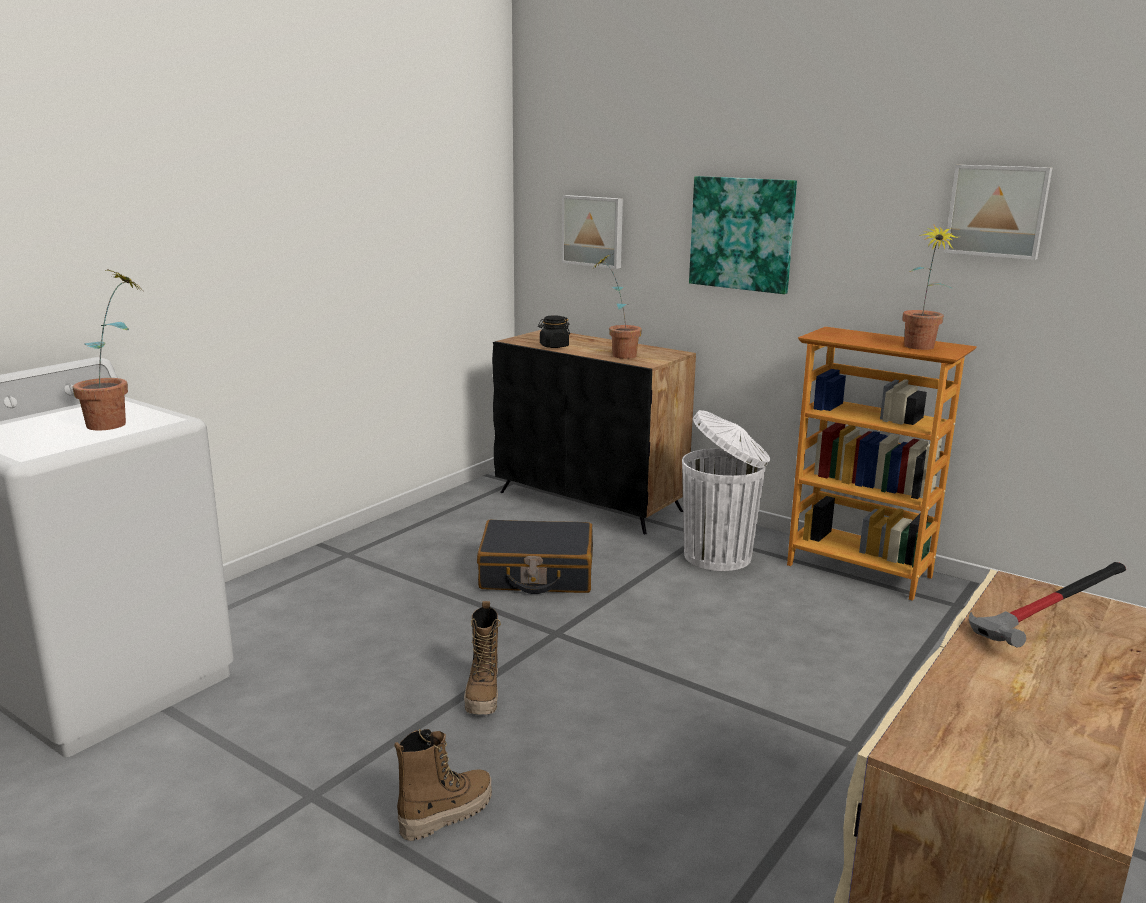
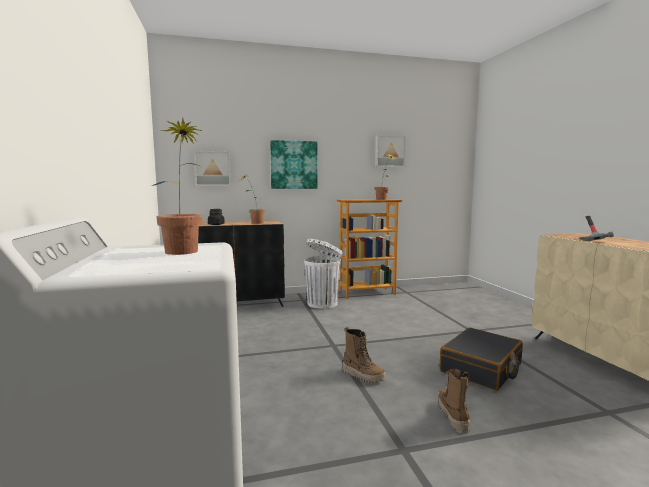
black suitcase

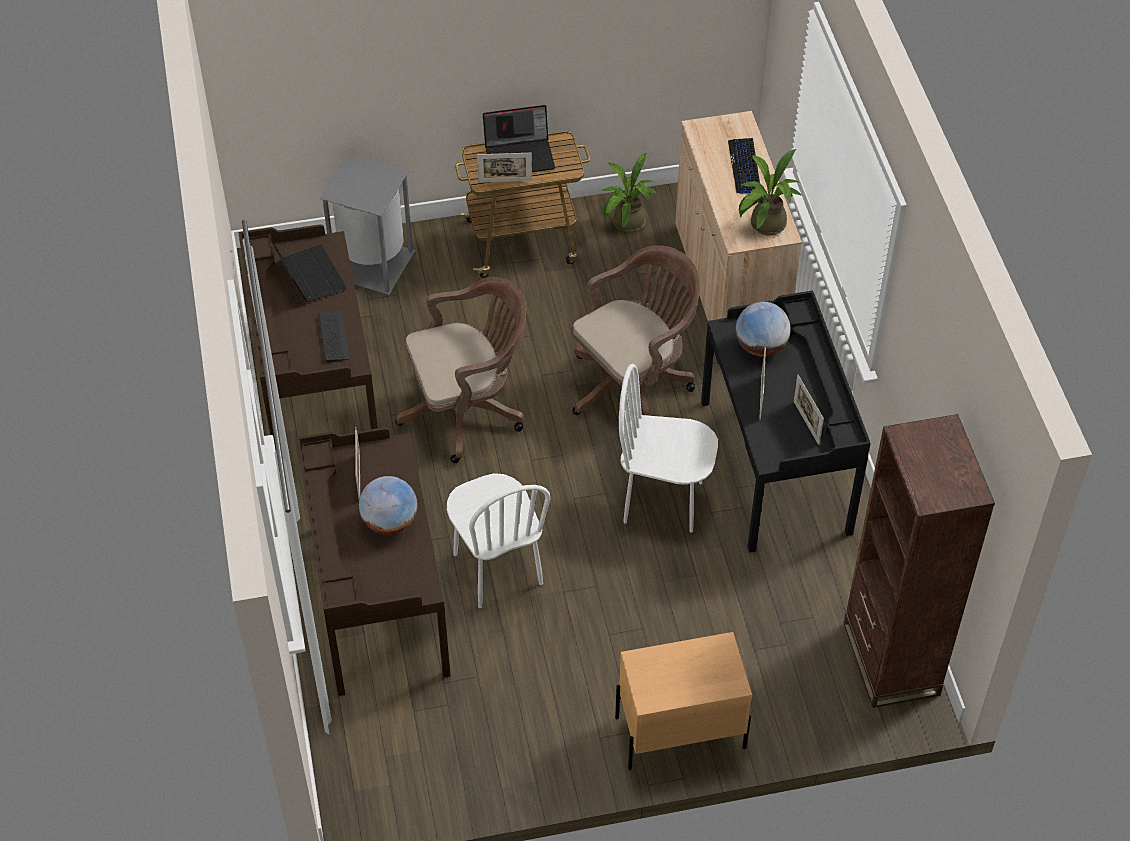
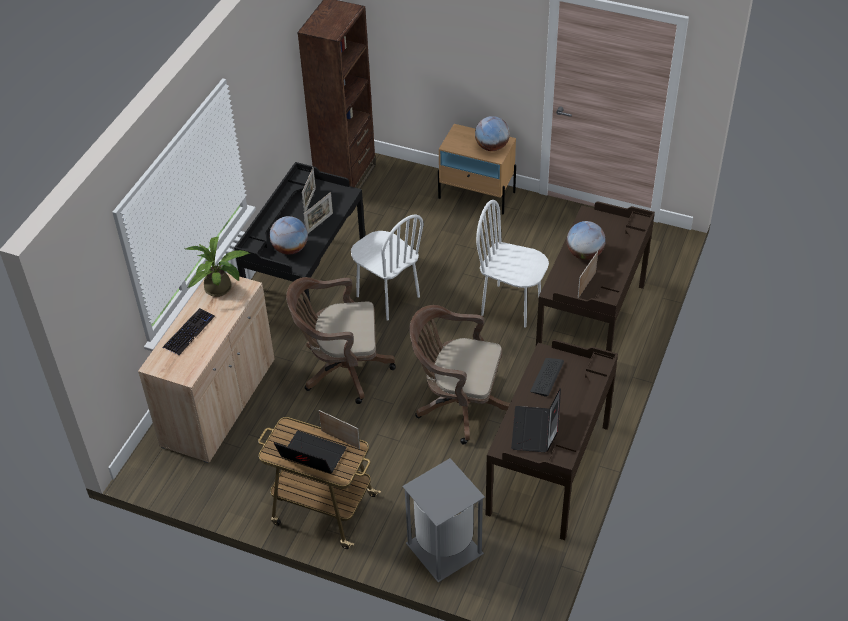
potted plant (1st from left in the first image); globe (2nd from left); white chair (2nd from left)

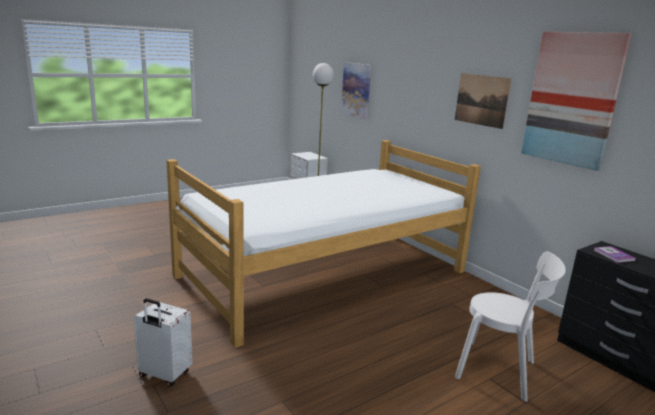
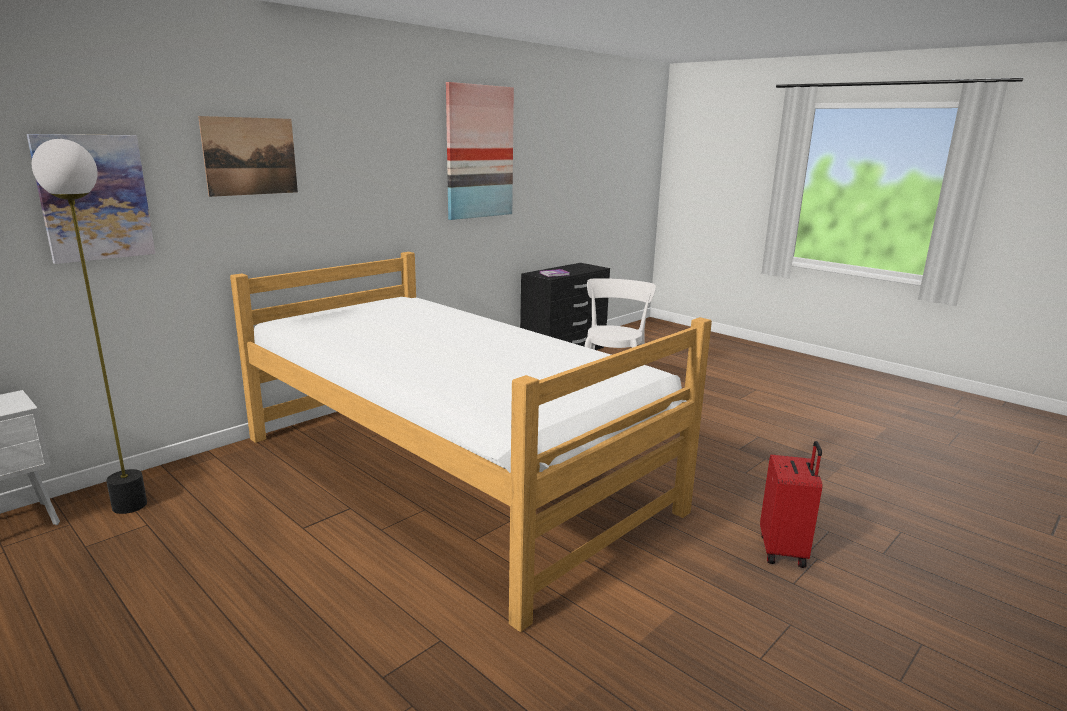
picture (2nd from left); red suitcase

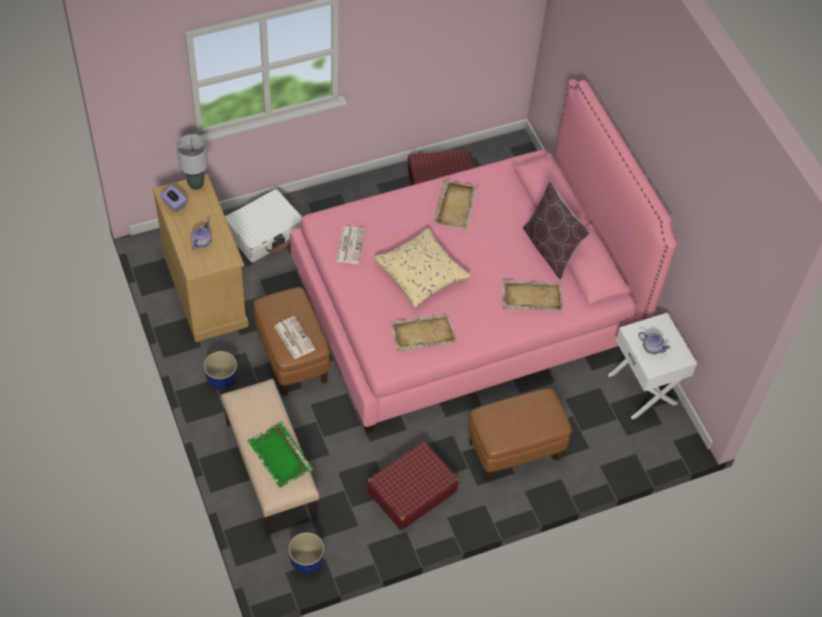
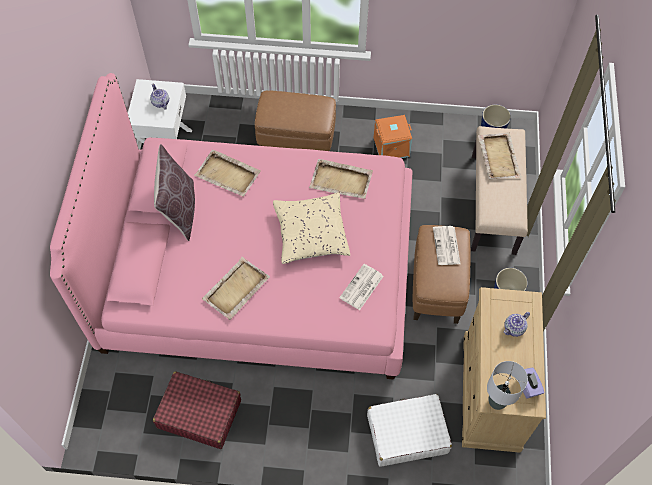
orange storage box; beige tray (4th from left)

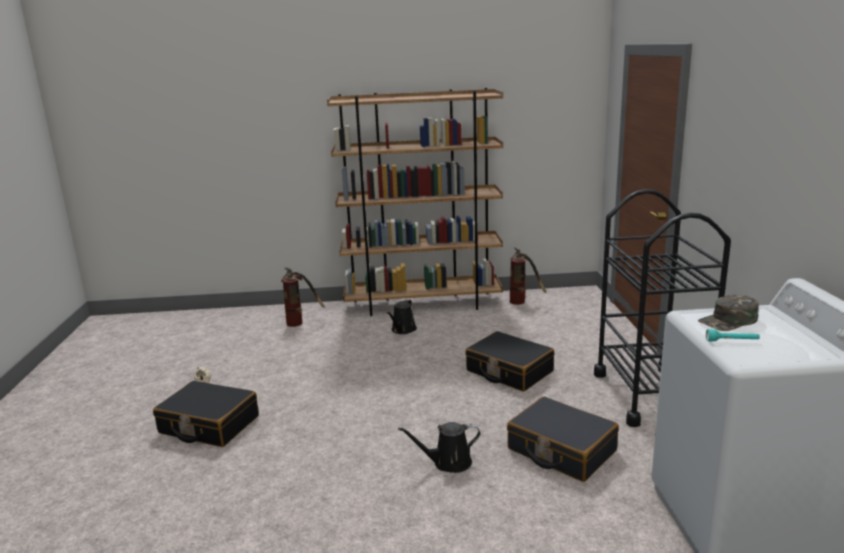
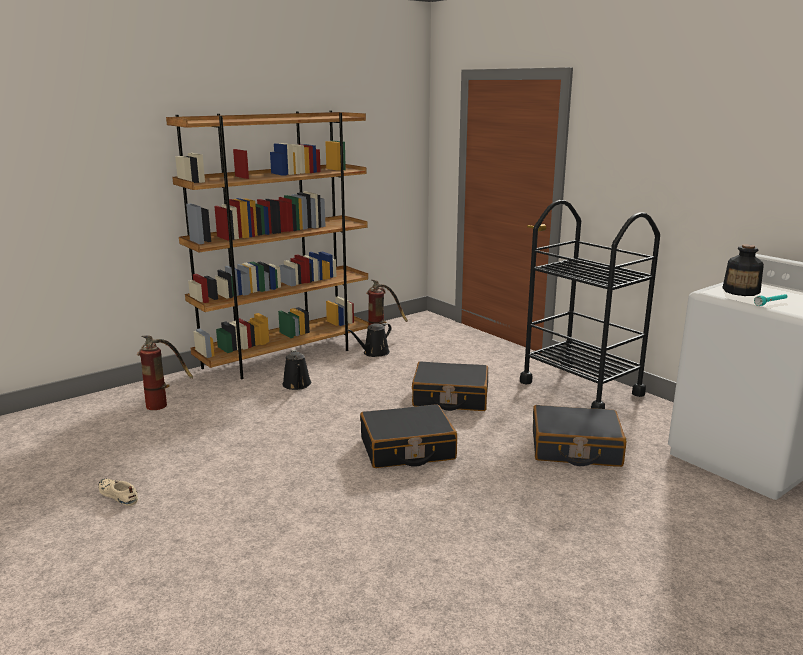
black suitcase (1st from left); black watering can (2nd from left); bottle

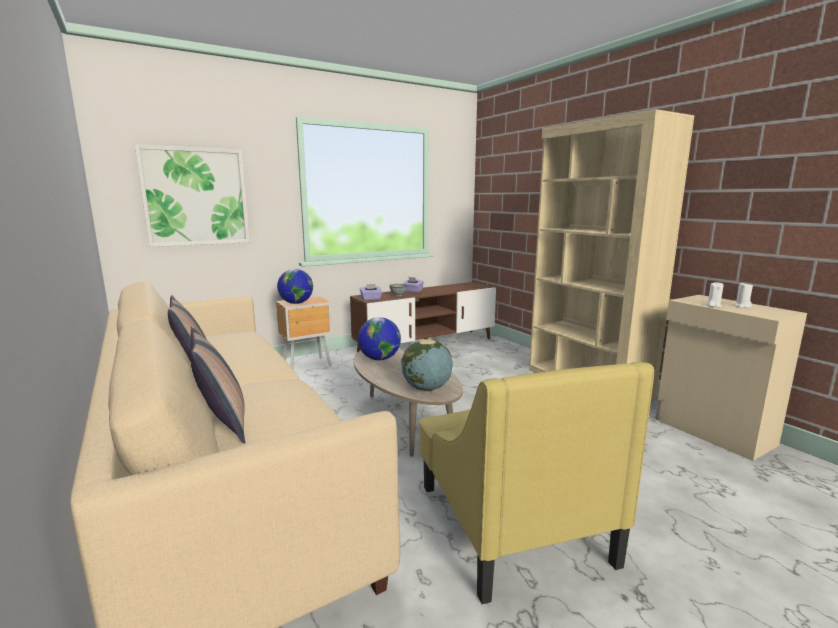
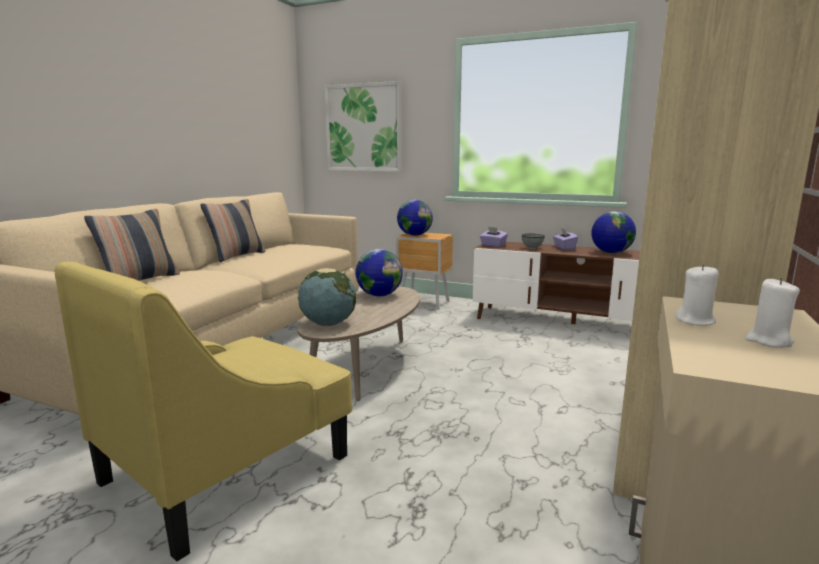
globe (4th from left)

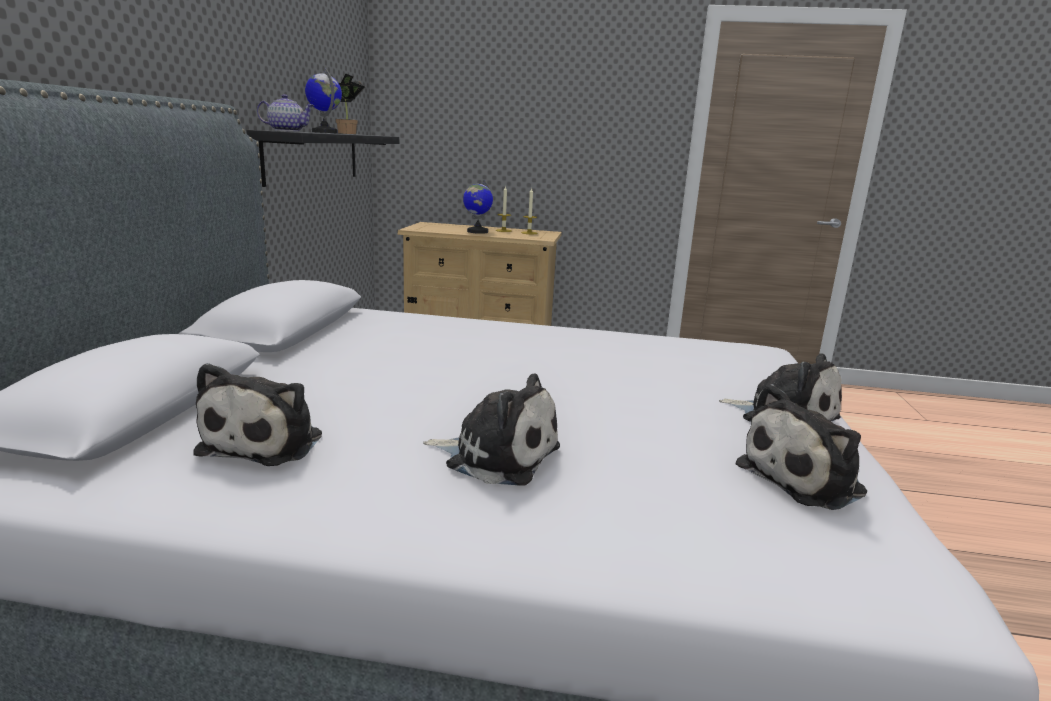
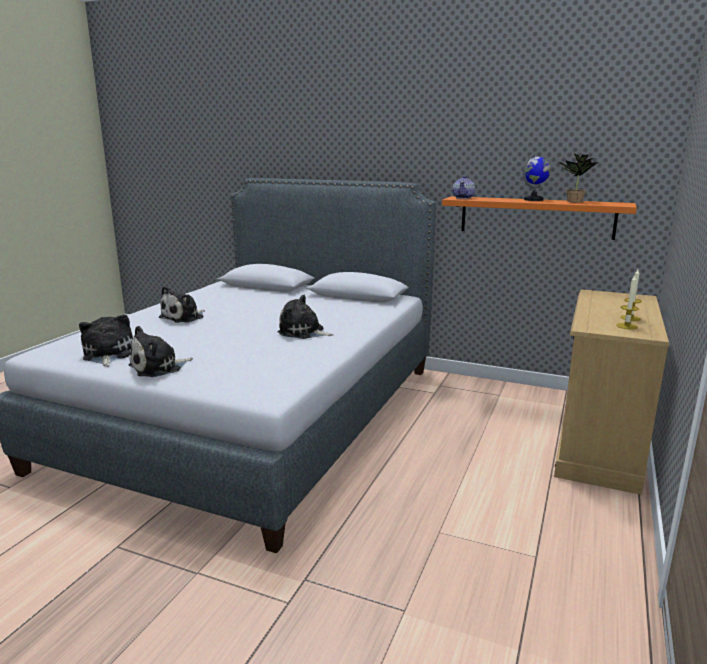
globe (2nd from left in the first image); plush toy (4th from left); orange shelf

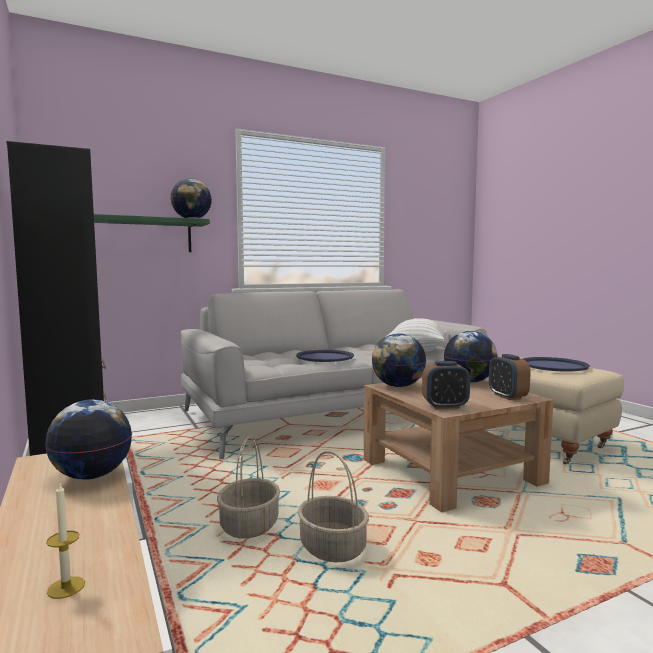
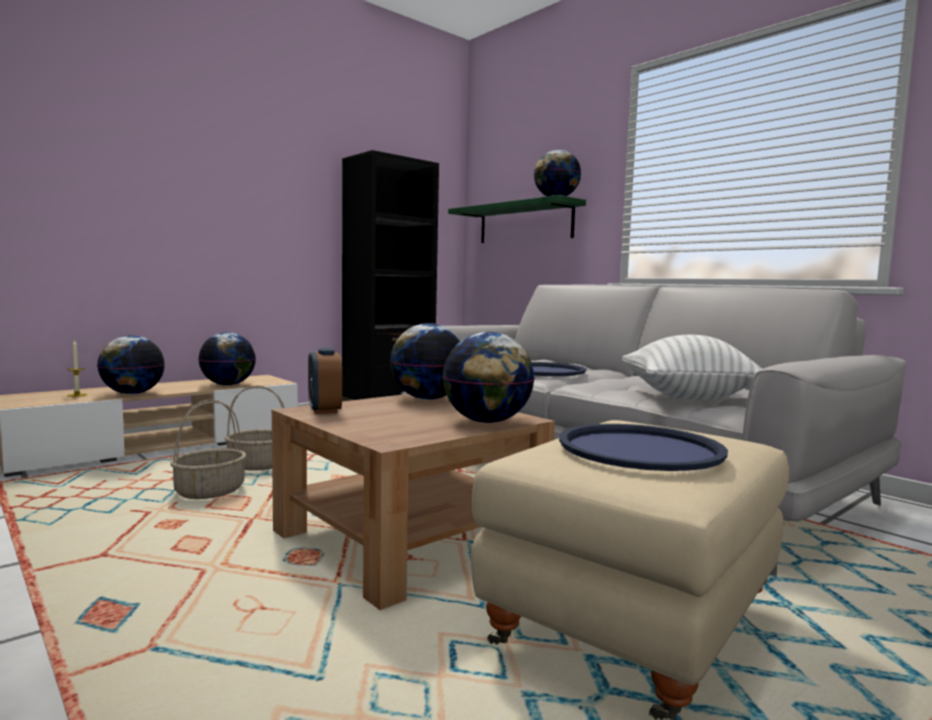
alarm clock (2nd from left in the first image); globe (1st from left)

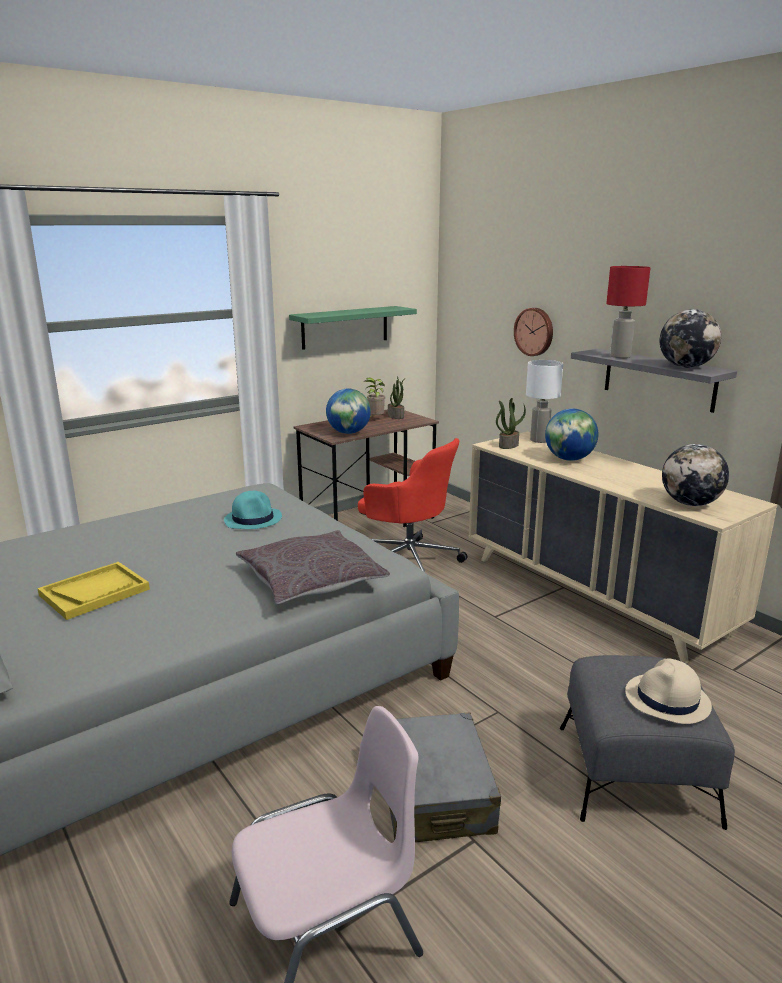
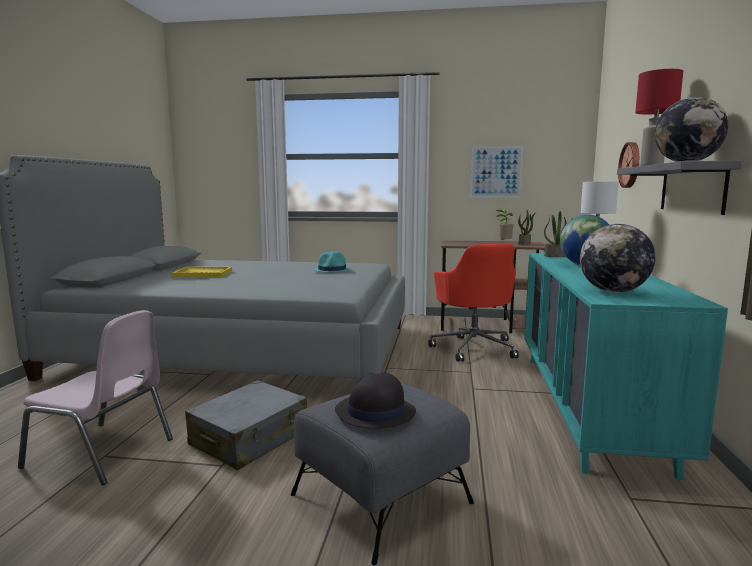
grey pillow; globe (1st from left in the first image); picture; turquoise dresser; black hat

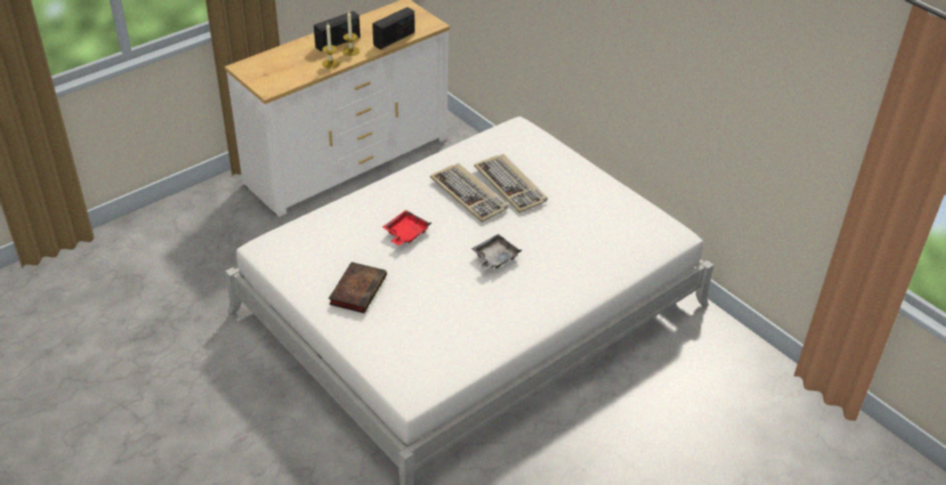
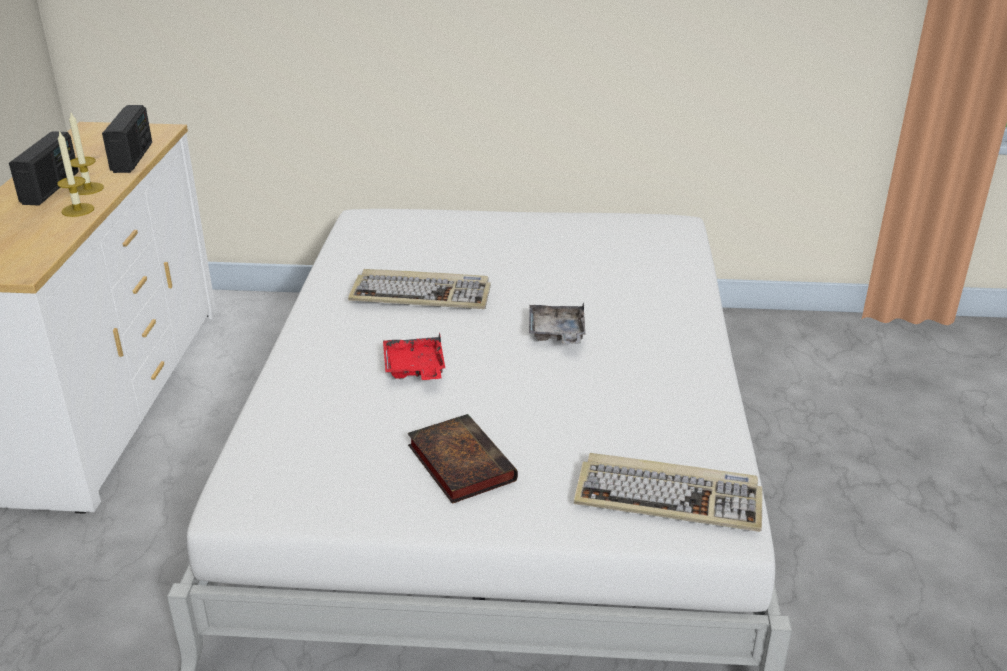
keyboard (2nd from left)

